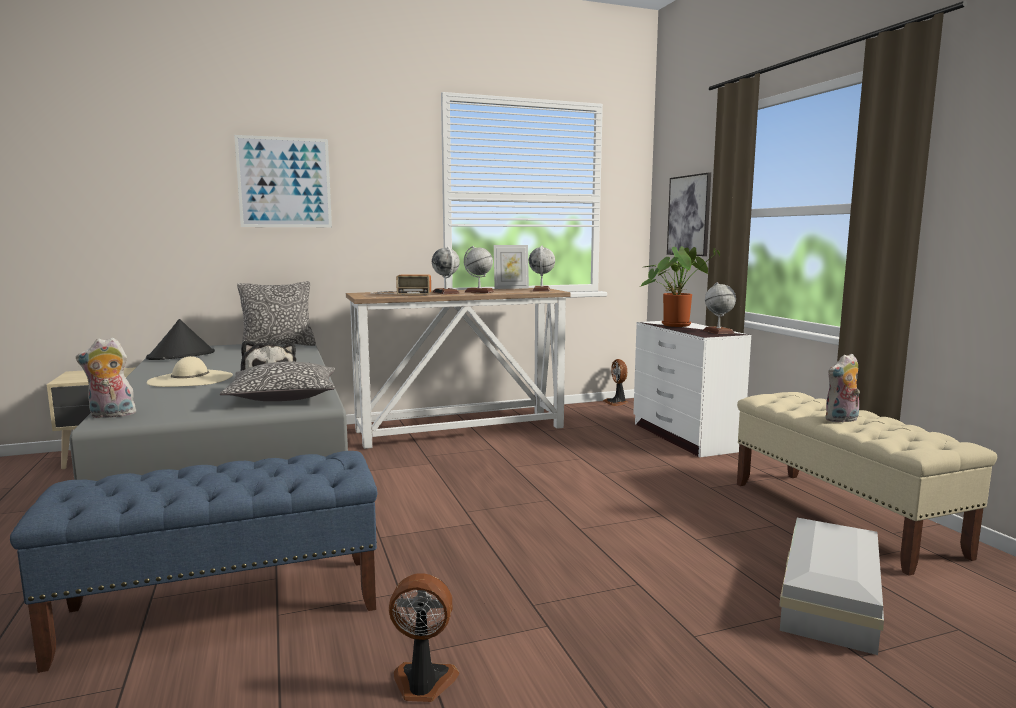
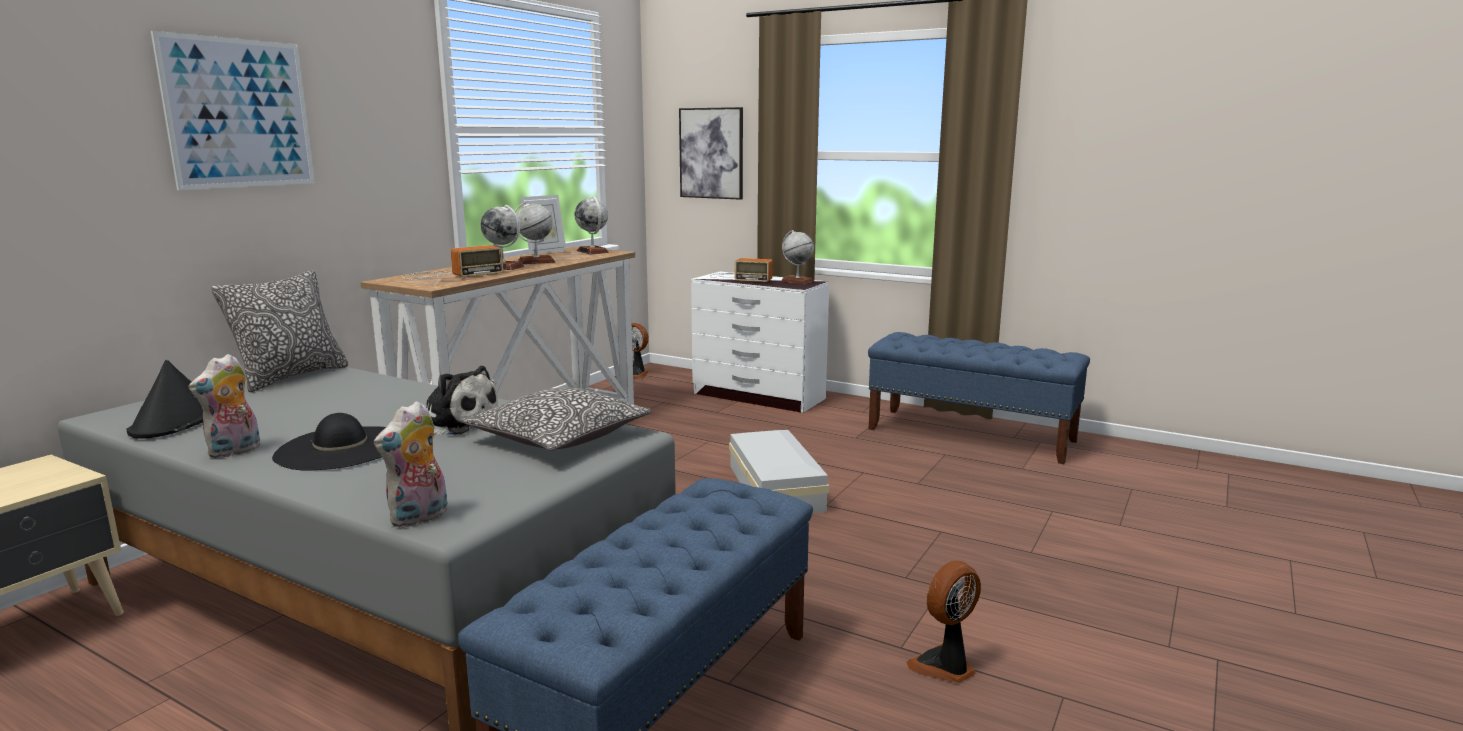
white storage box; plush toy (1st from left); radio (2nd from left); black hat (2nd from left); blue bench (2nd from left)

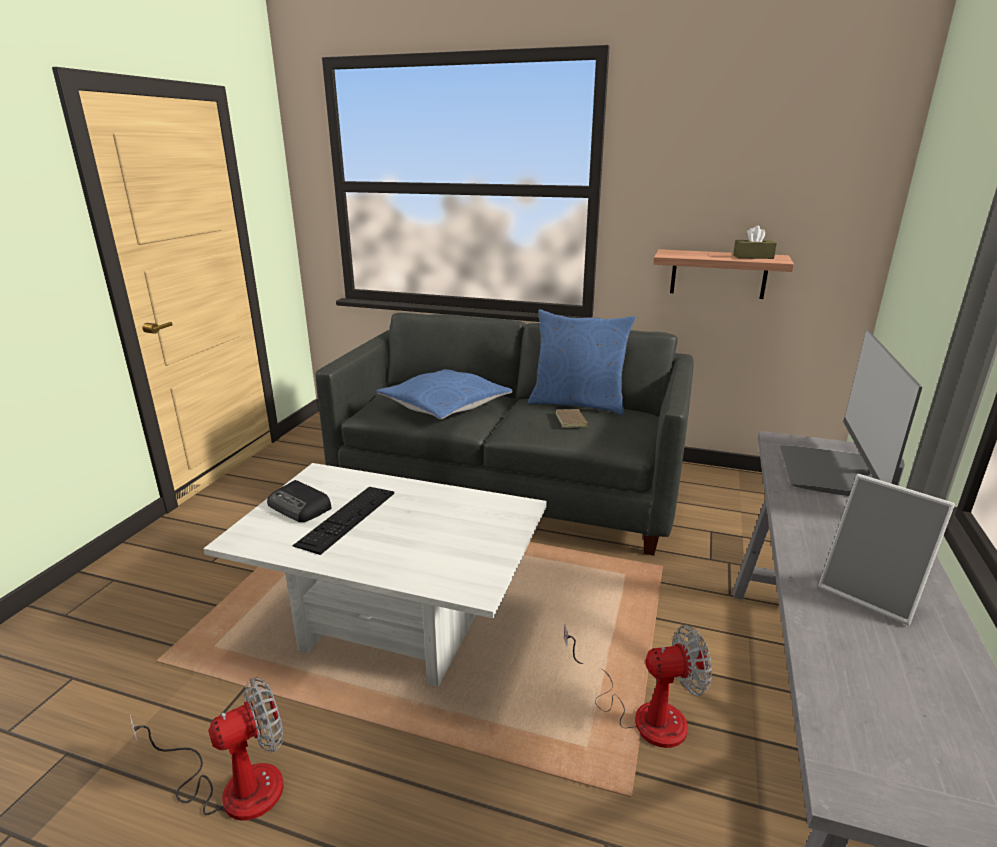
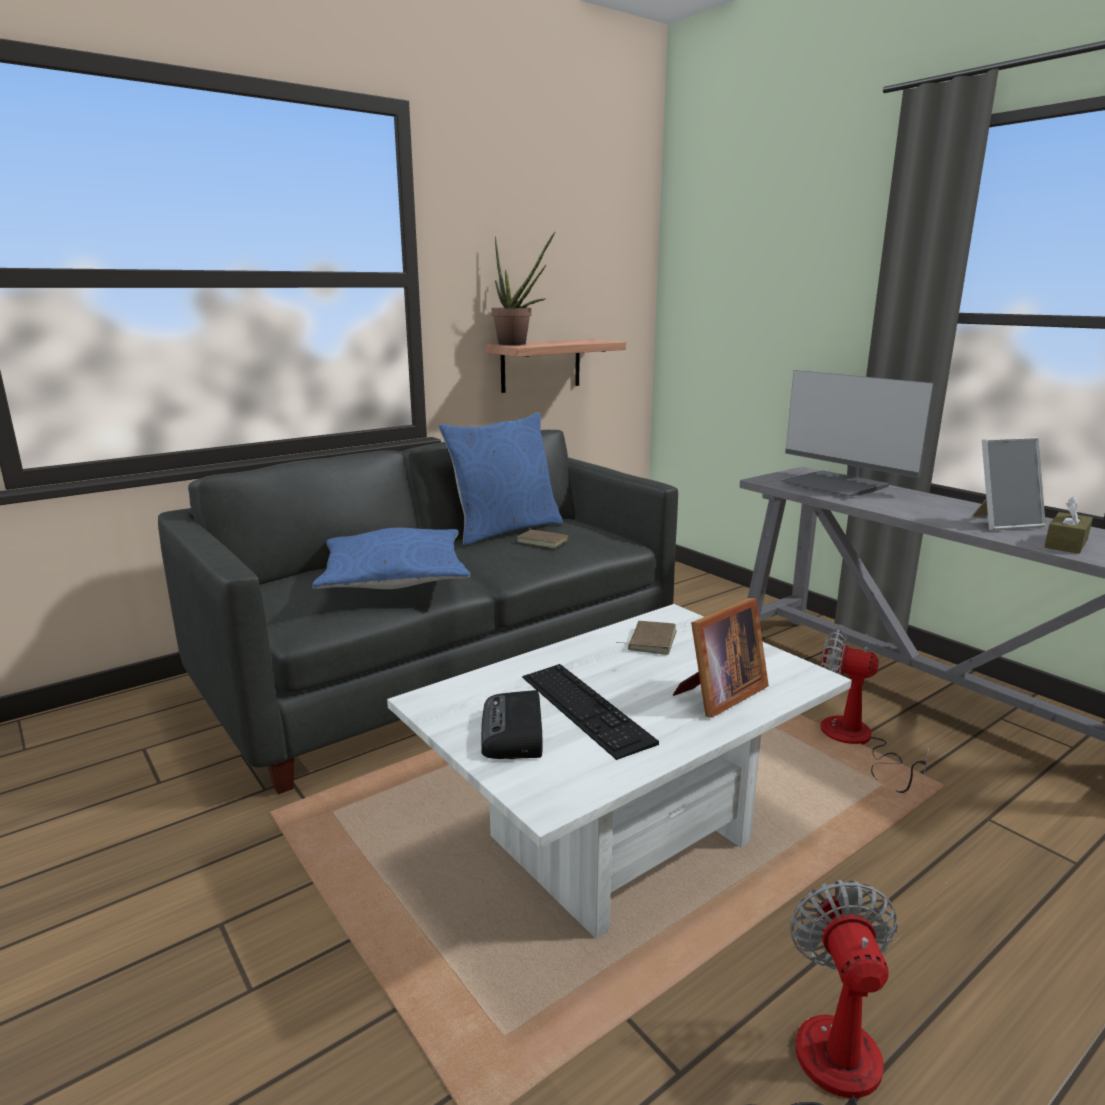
potted plant; brown book (2nd from left); picture frame (1st from left); brown tissue box; radio; fan (2nd from left)

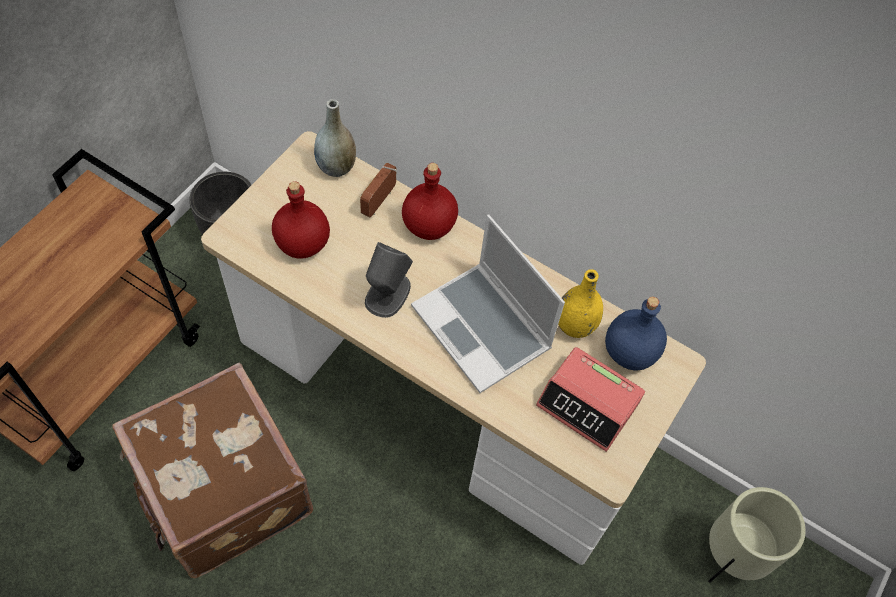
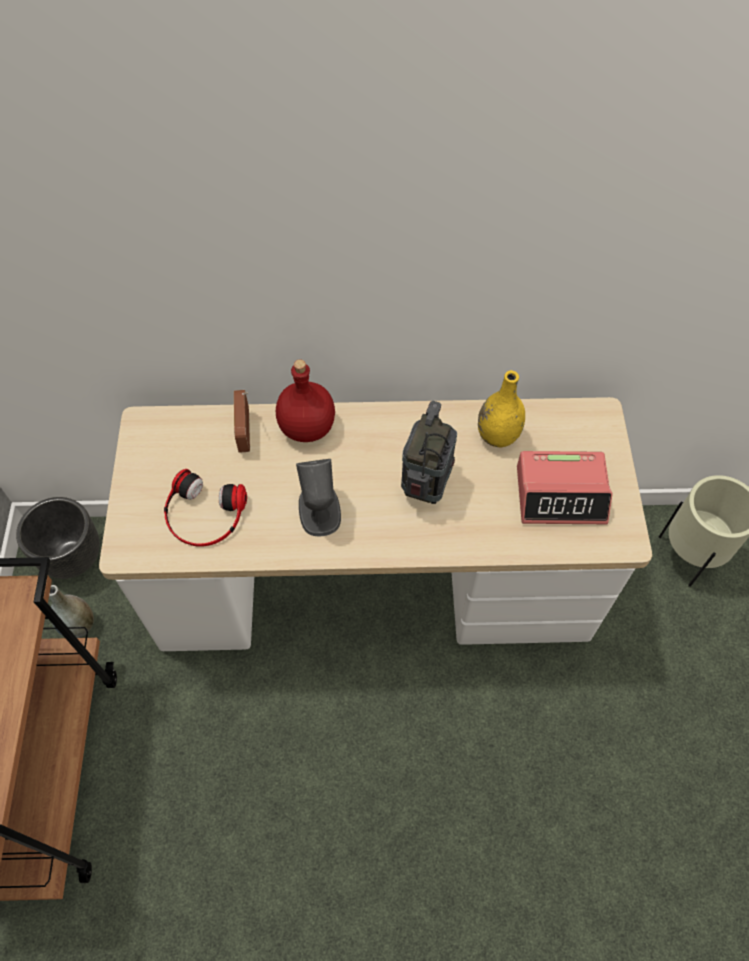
brown suitcase; blue bottle; grey vase; headphones; radio (2nd from left)

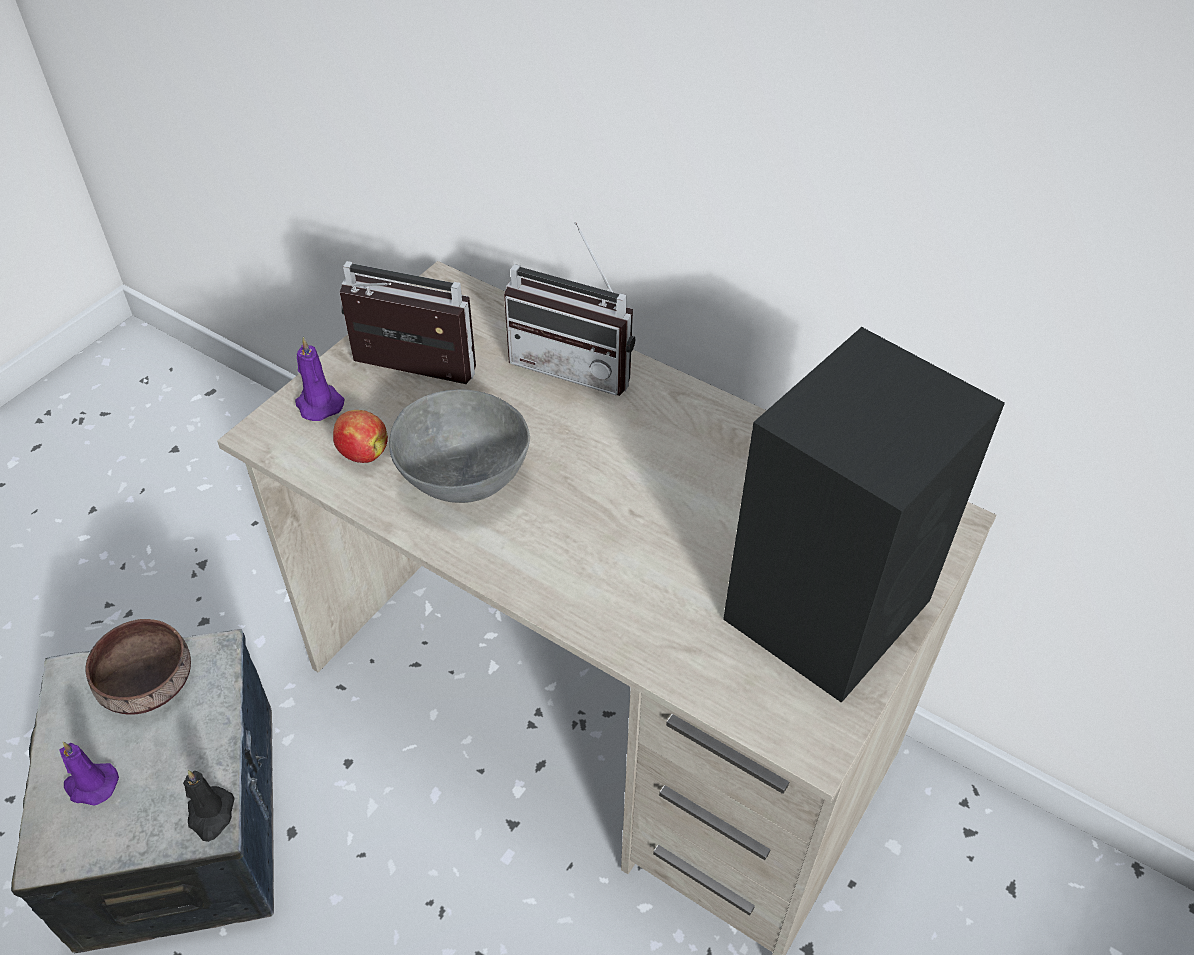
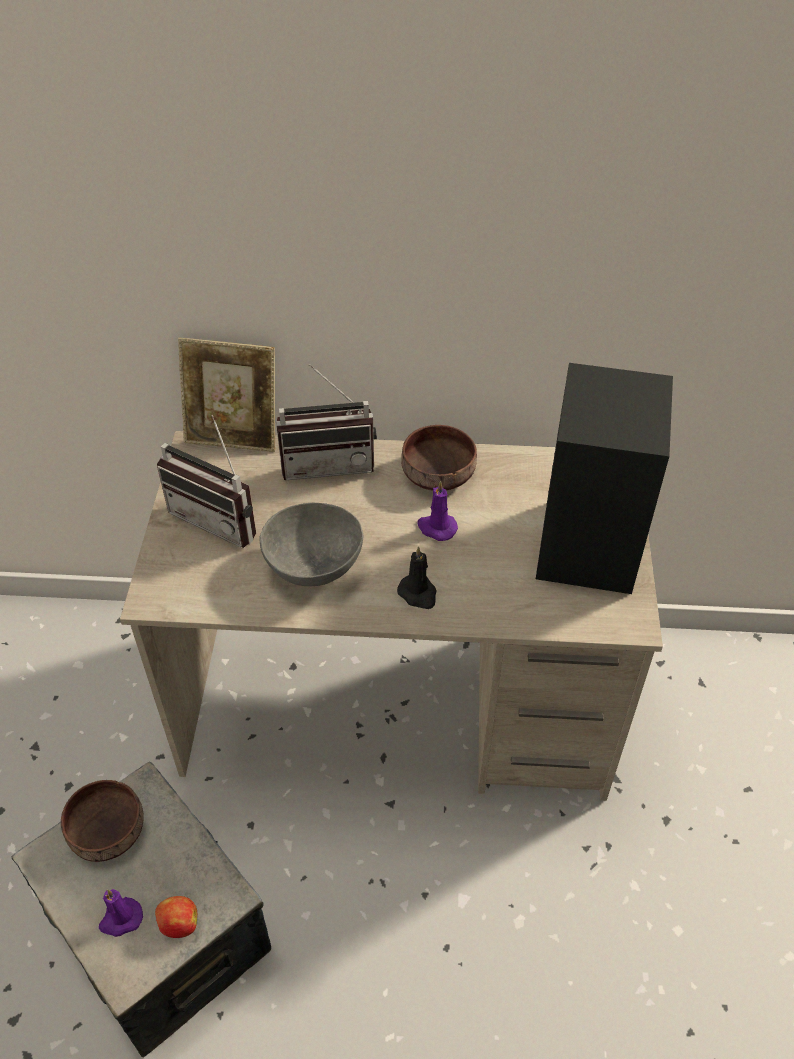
picture frame; brown bowl (2nd from left); black candle; purple candle (2nd from left); apple; radio (1st from left)

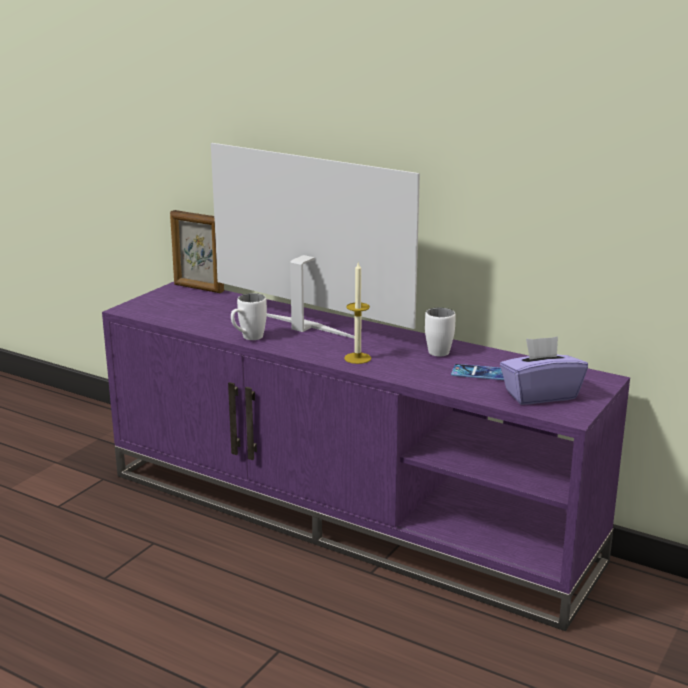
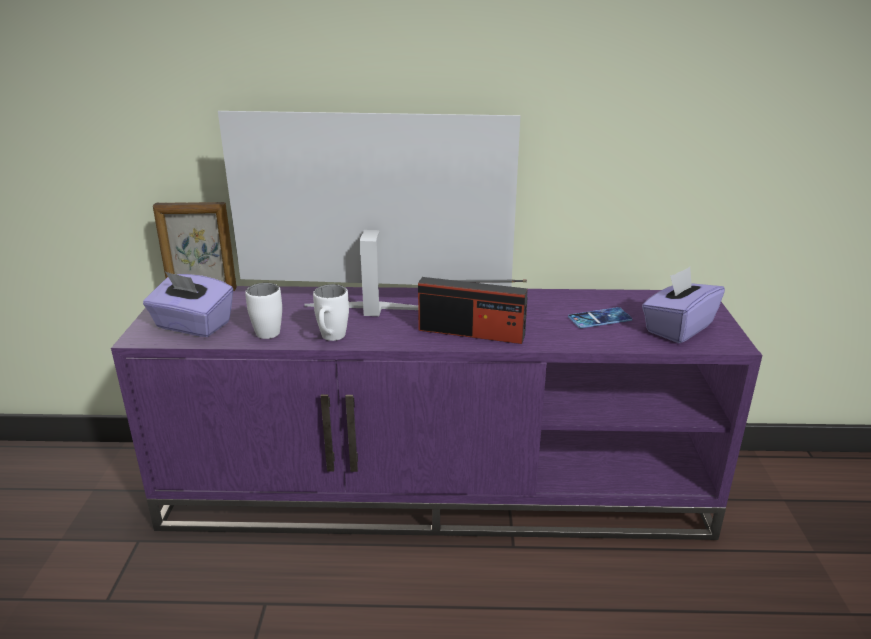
purple tissue box (1st from left); white mug (1st from left); radio

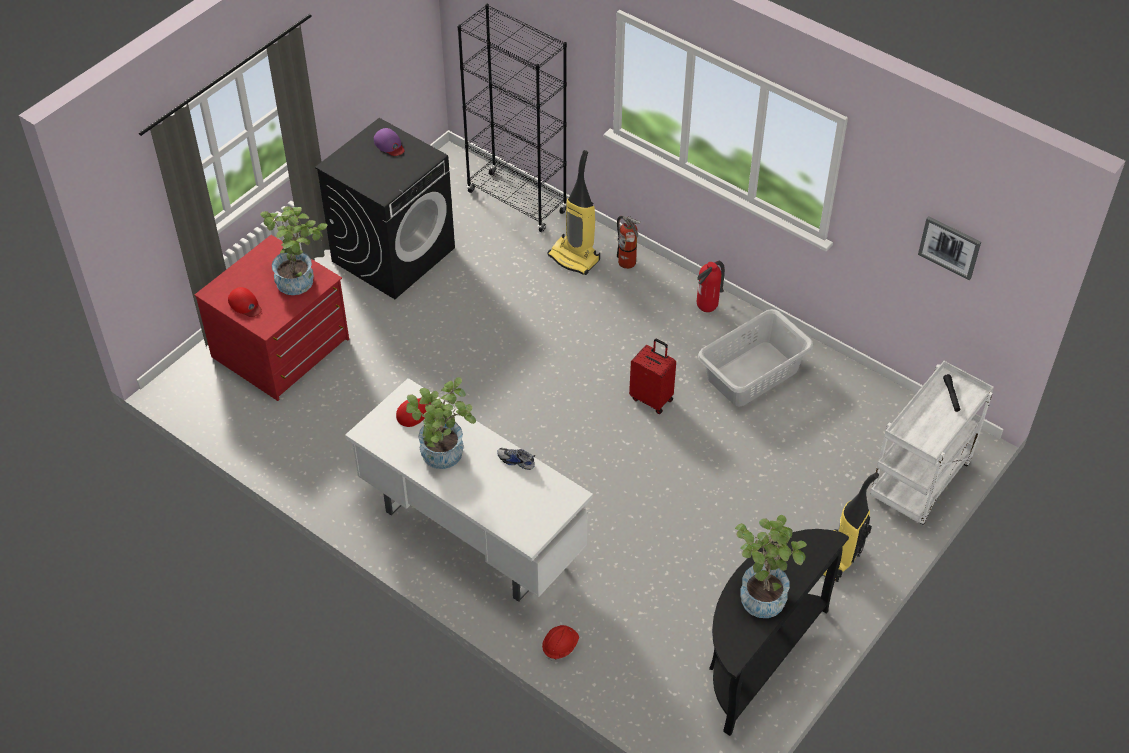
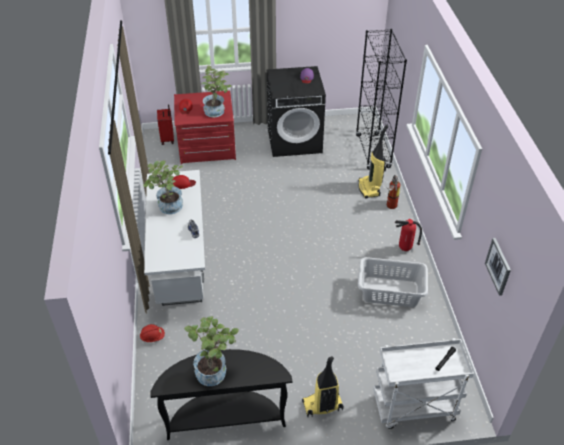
red suitcase

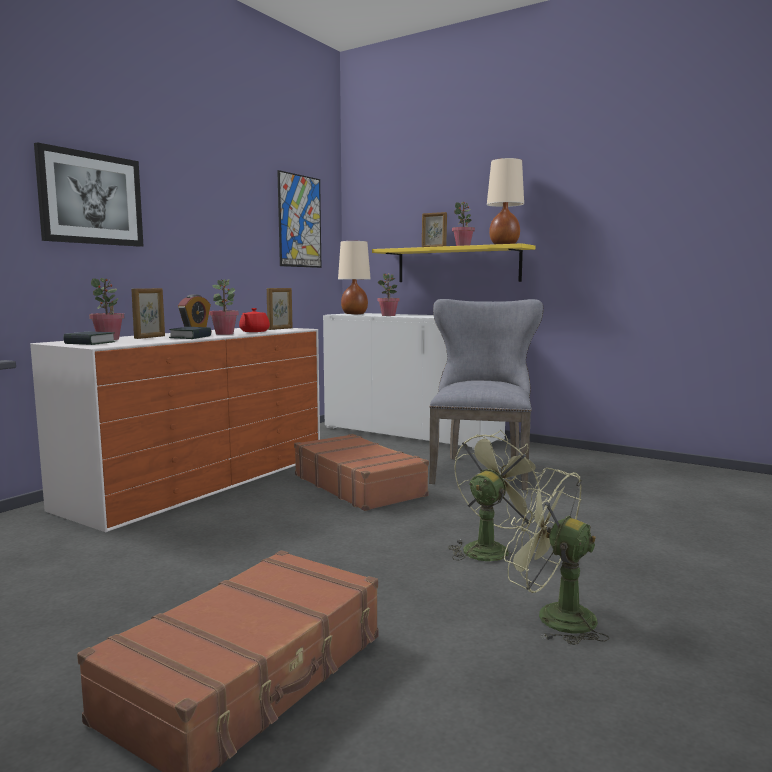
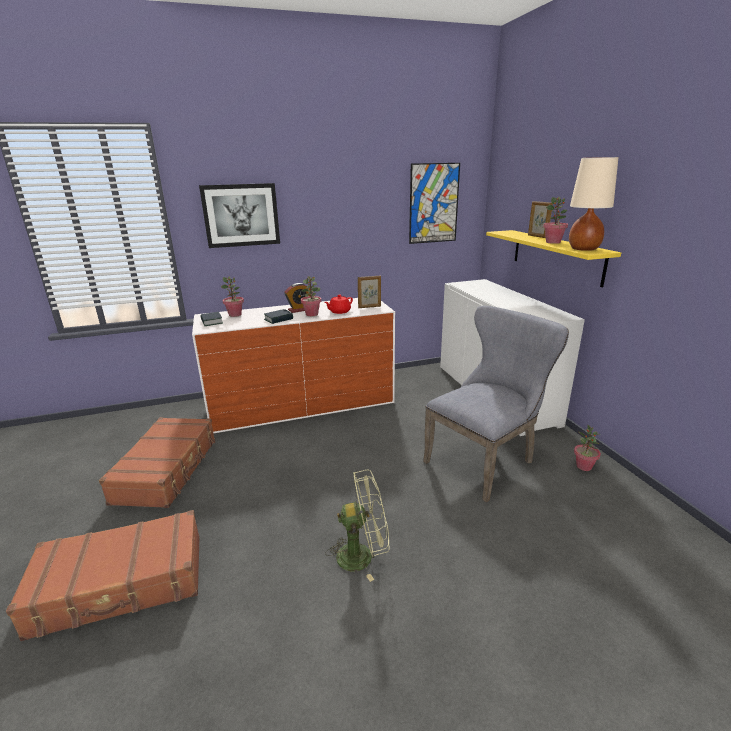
picture frame (1st from left in the first image); beige table lamp (1st from left in the first image); green fan (2nd from left in the first image); brown suitcase (2nd from left); potted plant (4th from left)

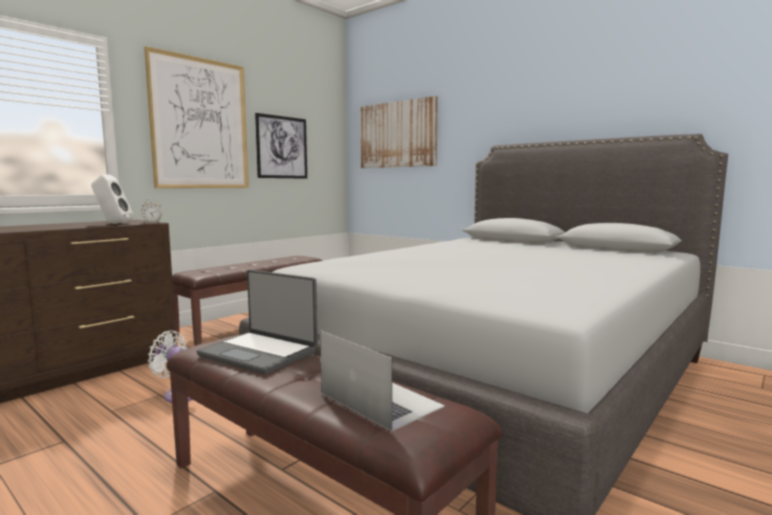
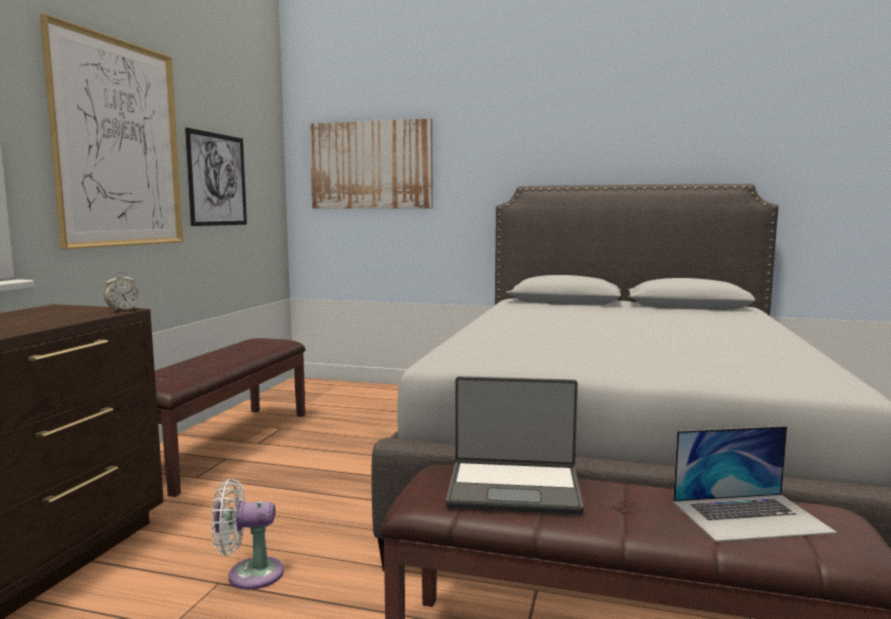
white speaker; laptop (2nd from left)

